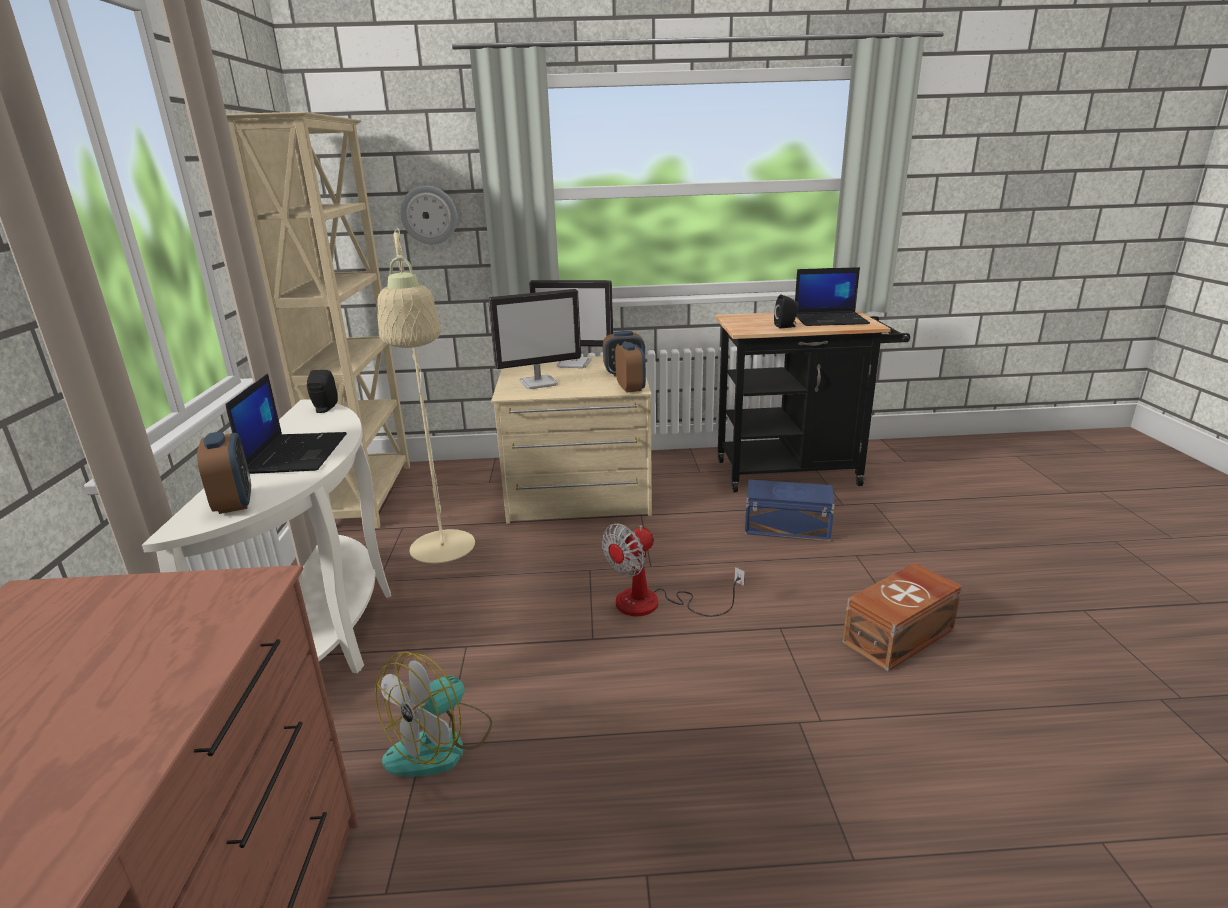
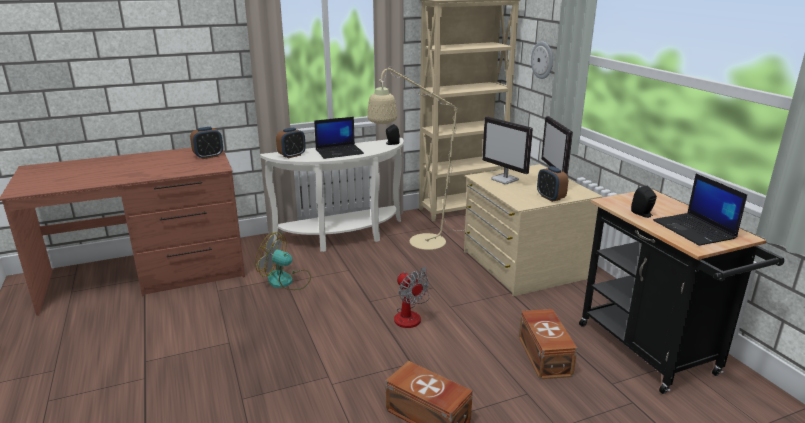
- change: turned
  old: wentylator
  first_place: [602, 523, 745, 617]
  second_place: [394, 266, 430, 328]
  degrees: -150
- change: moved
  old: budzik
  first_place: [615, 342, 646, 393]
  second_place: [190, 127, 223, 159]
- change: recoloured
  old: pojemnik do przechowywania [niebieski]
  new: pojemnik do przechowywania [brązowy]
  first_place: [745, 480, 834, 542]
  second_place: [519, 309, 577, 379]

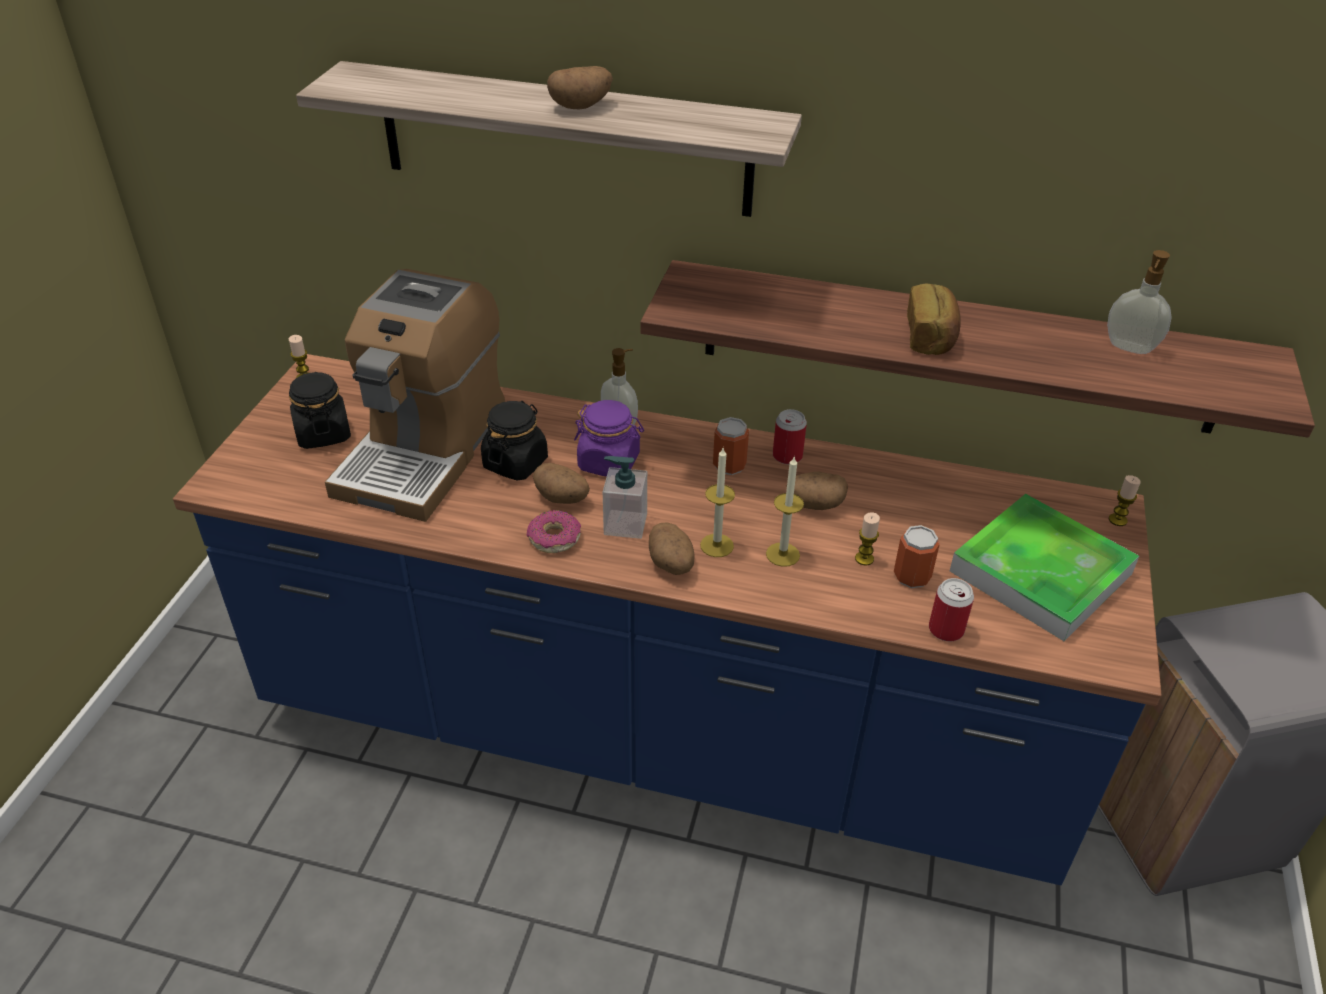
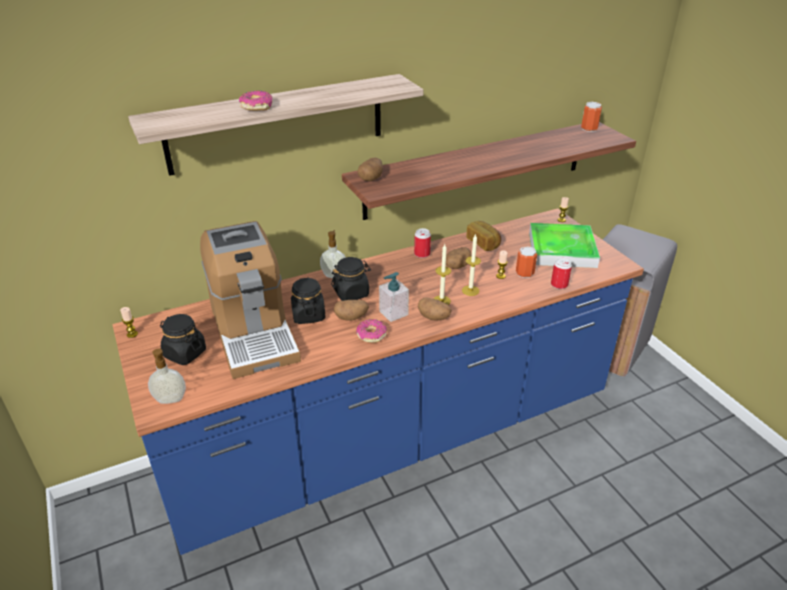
- change: moved
  old: ziemniak
  first_place: [547, 66, 613, 109]
  second_place: [357, 157, 383, 181]
- change: recoloured
  old: słoik [fioletowy]
  new: słoik [czarny]
  first_place: [574, 400, 644, 477]
  second_place: [331, 257, 371, 301]
- change: moved
  old: puszka
  first_place: [713, 417, 749, 475]
  second_place: [581, 102, 602, 132]
- change: moved
  old: chleb
  first_place: [907, 283, 961, 355]
  second_place: [466, 221, 501, 251]
- change: moved
  old: dozownik mydła
  first_place: [1107, 250, 1171, 354]
  second_place: [148, 349, 186, 404]
- change: added
  new: donut
  second_place: [239, 91, 273, 111]

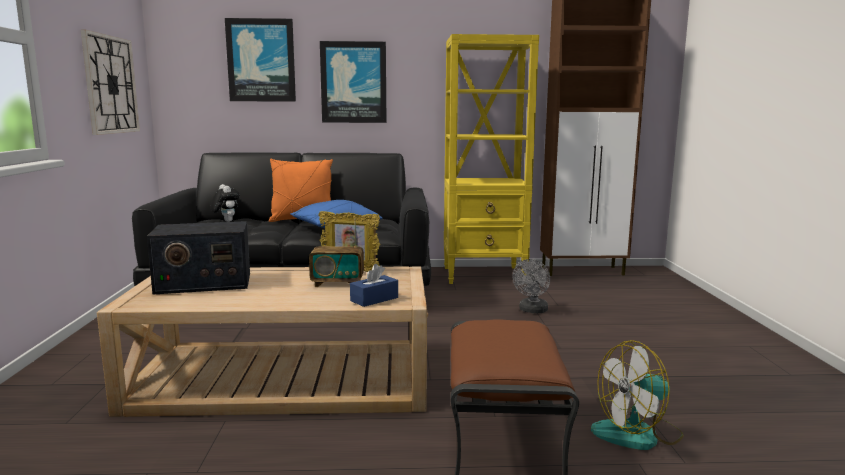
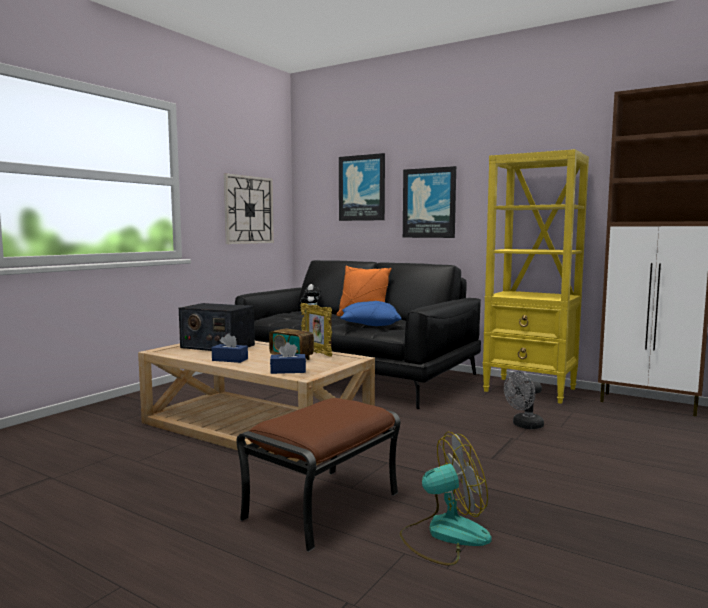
- change: turned
  old: wentylator
  first_place: [591, 340, 684, 450]
  second_place: [400, 432, 492, 566]
  degrees: 150
- change: added
  new: pudełko chusteczek [niebieski]
  second_place: [212, 334, 248, 363]

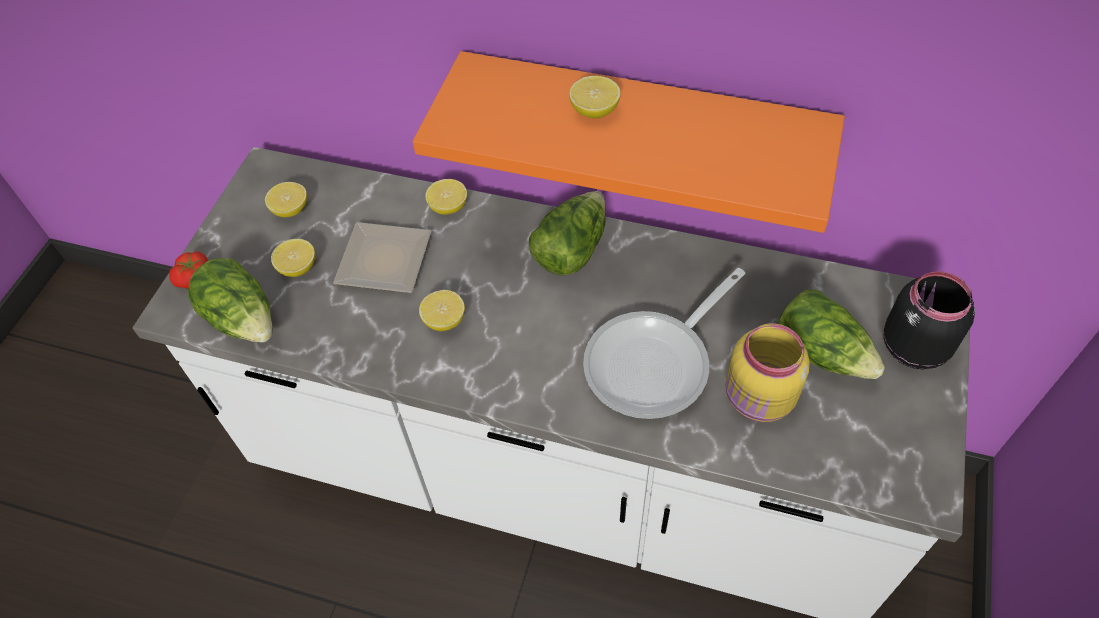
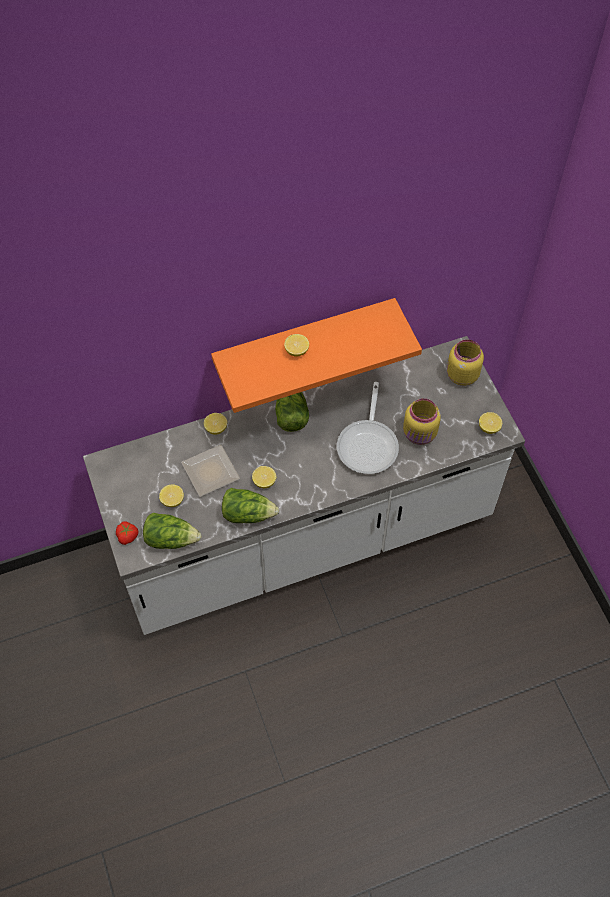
- change: moved
  old: cytryna
  first_place: [265, 182, 307, 217]
  second_place: [479, 412, 502, 434]
- change: moved
  old: sałata
  first_place: [778, 290, 885, 379]
  second_place: [222, 488, 279, 523]
- change: recoloured
  old: słoik [czarny]
  new: słoik [żółty]
  first_place: [883, 271, 975, 370]
  second_place: [447, 339, 484, 386]

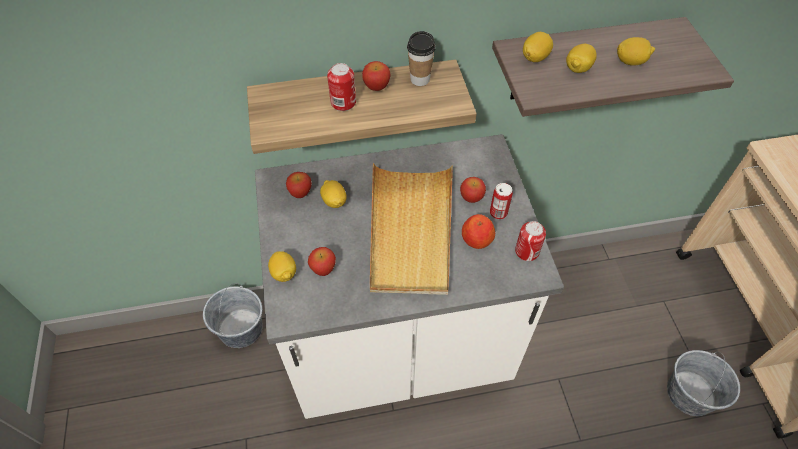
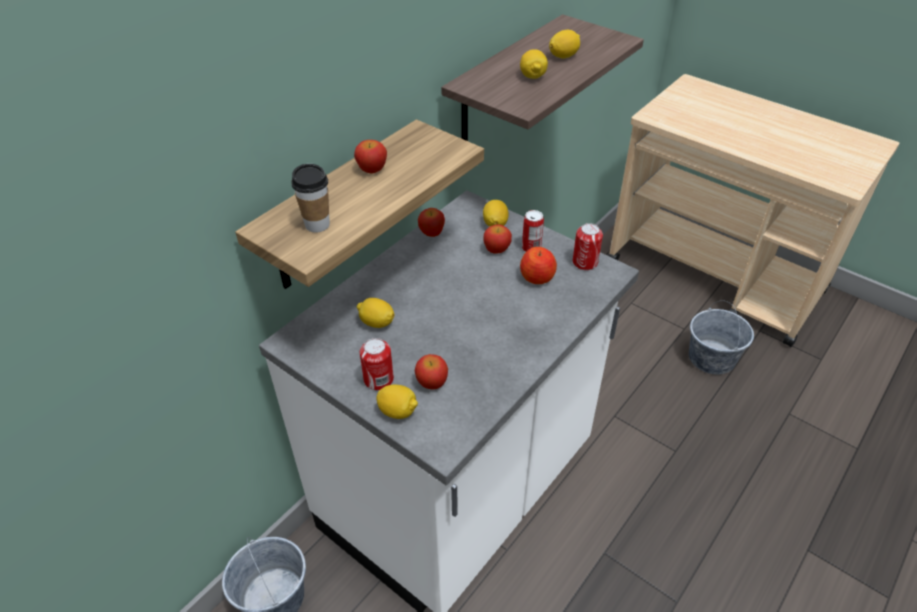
- change: moved
  old: jabłko
  first_place: [286, 172, 312, 198]
  second_place: [418, 208, 445, 237]
- change: moved
  old: puszka
  first_place: [327, 63, 356, 111]
  second_place: [360, 338, 394, 391]
- change: removed
  old: taca [beżowy]
  first_place: [370, 163, 453, 295]
- change: moved
  old: filiżanka
  first_place: [407, 31, 436, 86]
  second_place: [291, 164, 330, 233]
- change: moved
  old: cytryna
  first_place: [523, 32, 553, 62]
  second_place: [483, 200, 509, 227]

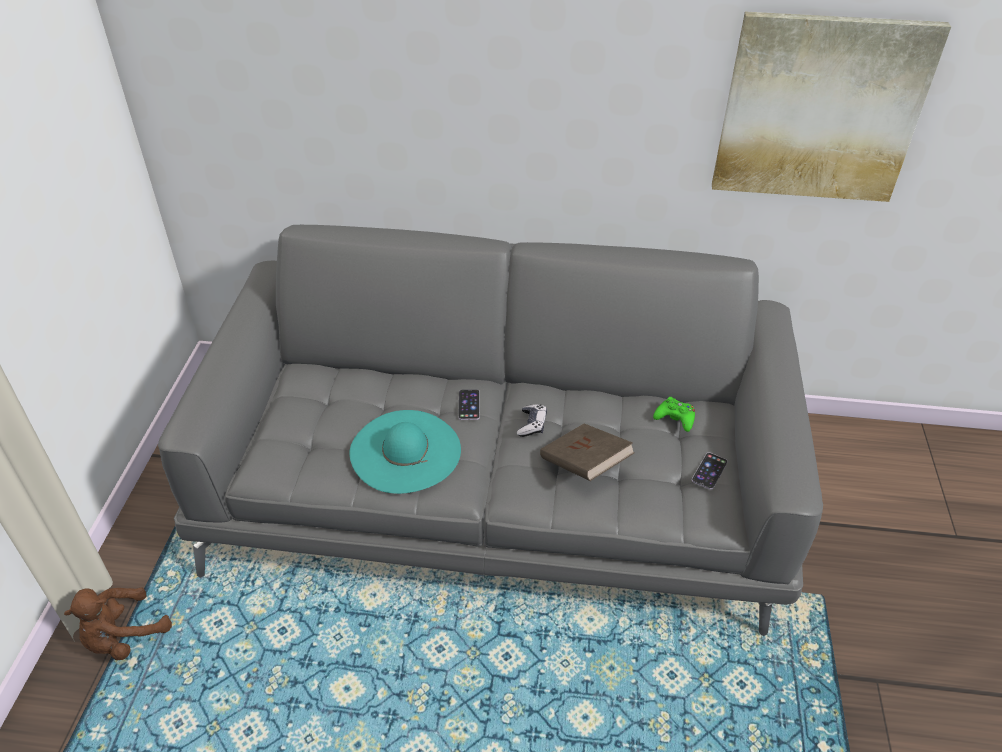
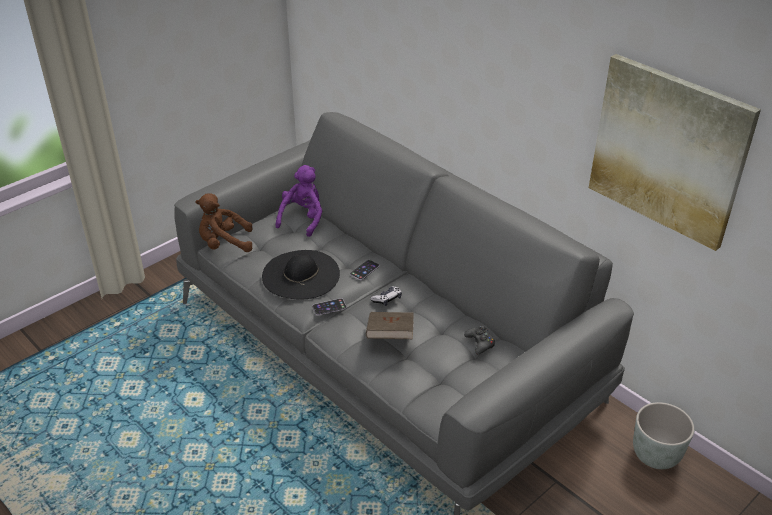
- change: moved
  old: pluszak [brązowy]
  first_place: [64, 587, 172, 660]
  second_place: [195, 193, 253, 252]
- change: recoloured
  old: kapelusz [turkusowy]
  new: kapelusz [czarny]
  first_place: [350, 410, 461, 494]
  second_place: [262, 250, 340, 299]
- change: recoloured
  old: pad do gier [zielony]
  new: pad do gier [czarny]
  first_place: [653, 397, 695, 432]
  second_place: [464, 325, 495, 354]
- change: moved
  old: telefon
  first_place: [692, 452, 728, 490]
  second_place: [312, 298, 347, 315]
- change: added
  new: pluszak [fioletowy]
  second_place: [275, 165, 322, 237]
- change: added
  new: donica [szary]
  second_place: [633, 402, 695, 469]

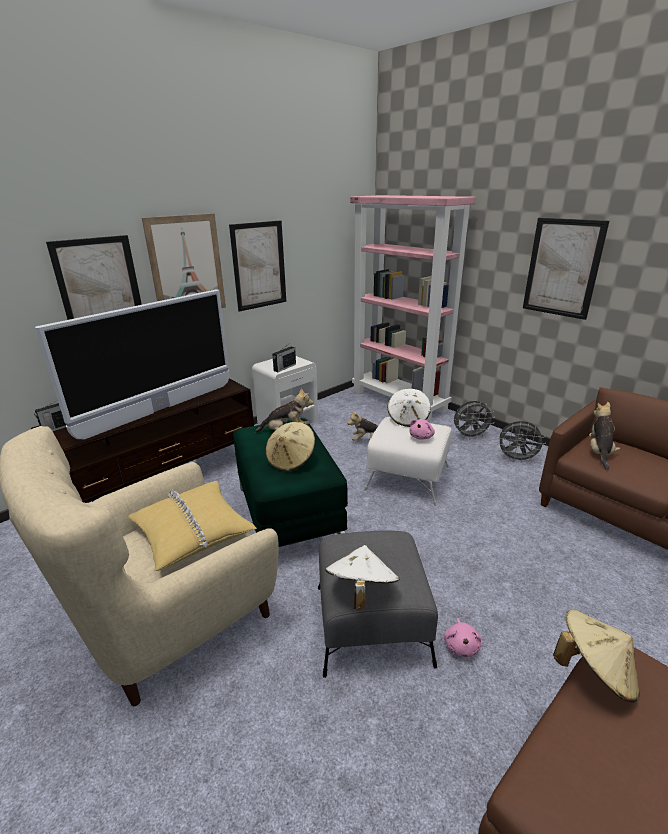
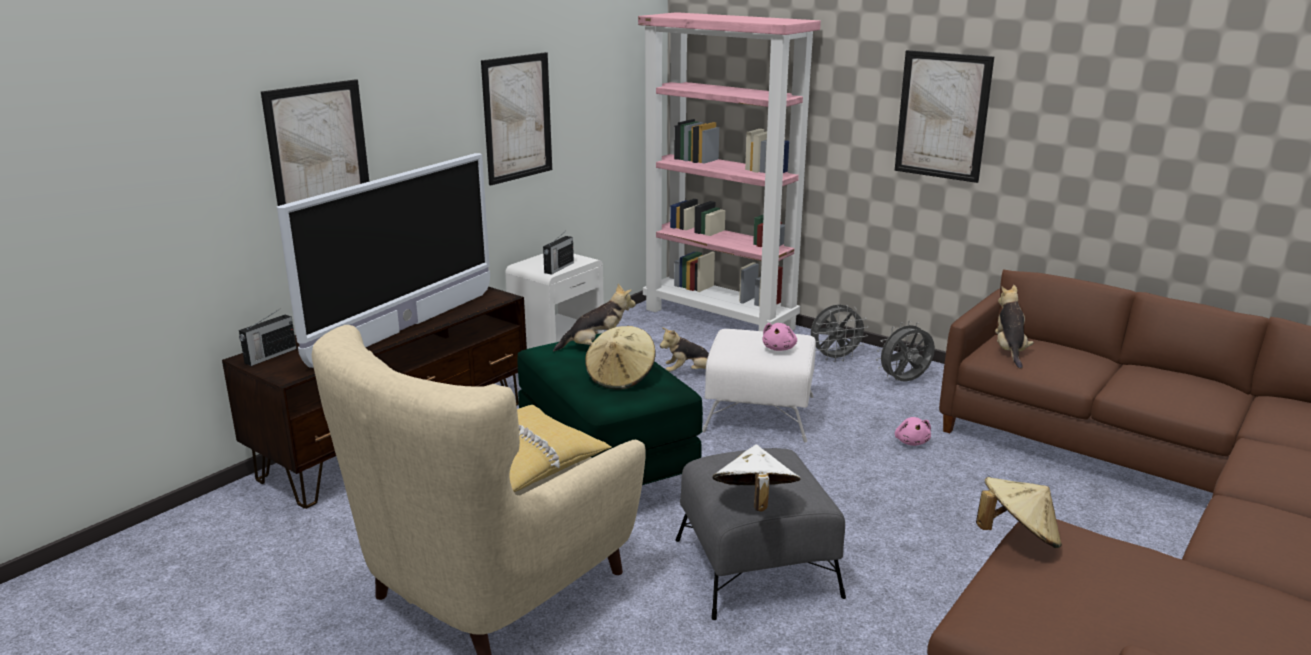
- change: removed
  old: obraz
  first_place: [142, 213, 226, 308]
- change: removed
  old: kapelusz [biały]
  first_place: [387, 388, 431, 427]
- change: moved
  old: pluszak [różowy]
  first_place: [444, 618, 481, 657]
  second_place: [895, 417, 931, 446]
- change: turned
  old: wentylator [szary]
  first_place: [498, 421, 546, 462]
  second_place: [876, 321, 935, 382]
  degrees: 150

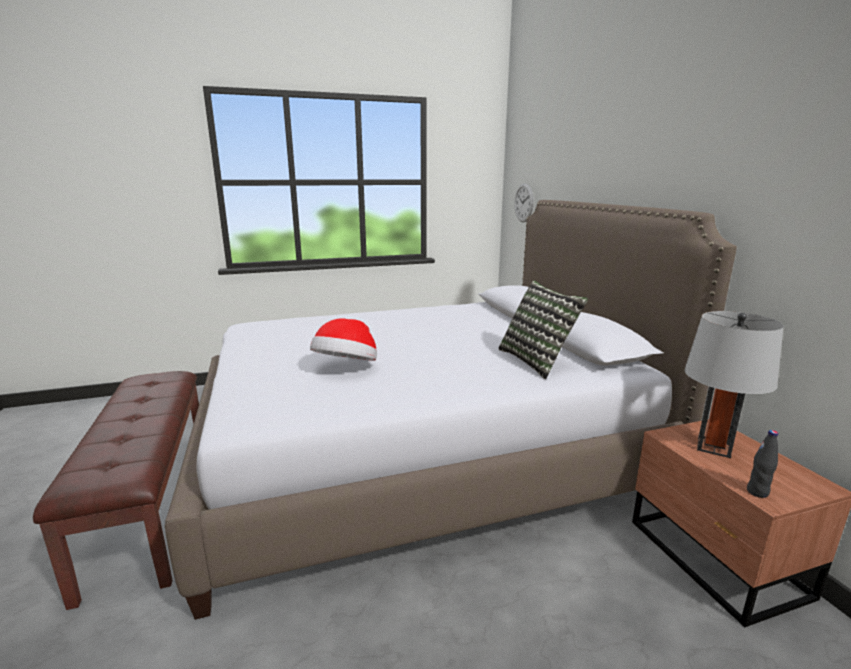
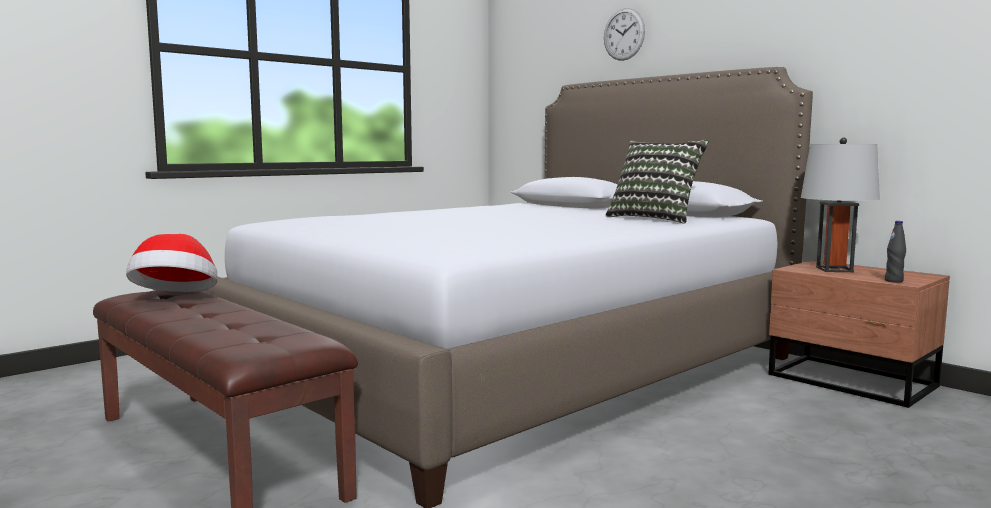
- change: moved
  old: kapelusz
  first_place: [310, 318, 377, 361]
  second_place: [126, 234, 218, 292]
- change: moved
  old: zegar ścienny
  first_place: [514, 183, 534, 222]
  second_place: [604, 8, 645, 61]

